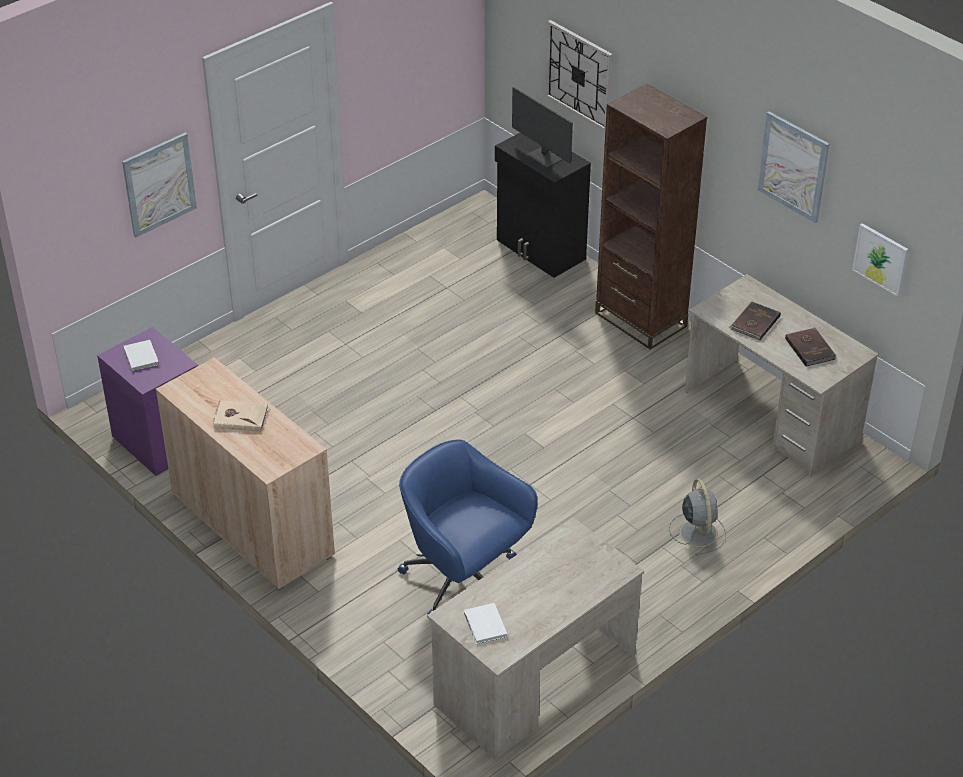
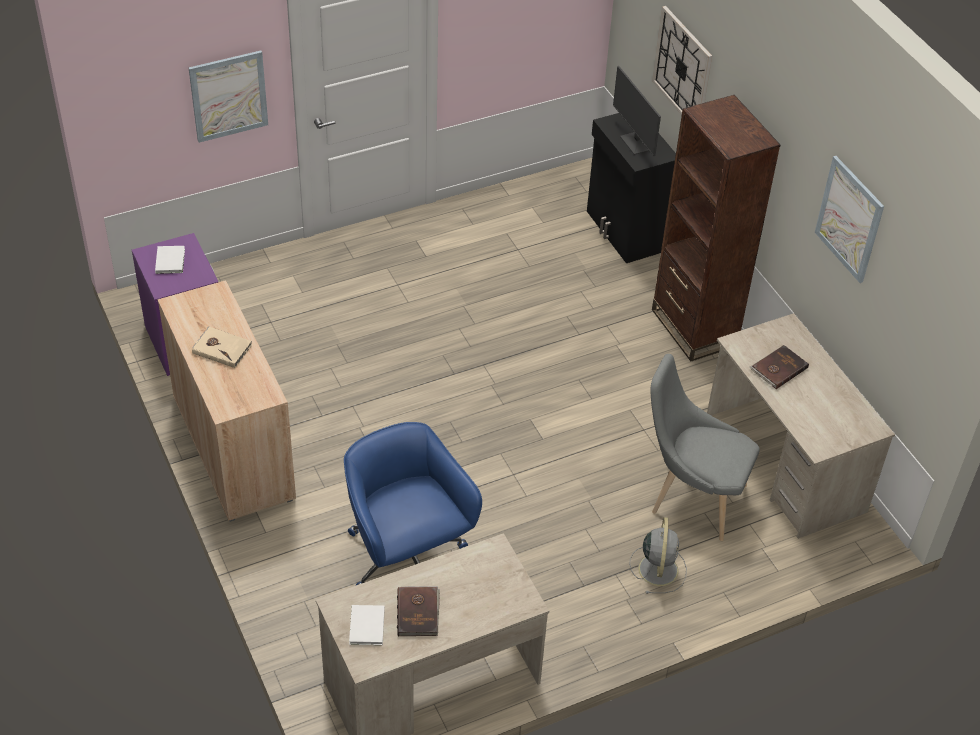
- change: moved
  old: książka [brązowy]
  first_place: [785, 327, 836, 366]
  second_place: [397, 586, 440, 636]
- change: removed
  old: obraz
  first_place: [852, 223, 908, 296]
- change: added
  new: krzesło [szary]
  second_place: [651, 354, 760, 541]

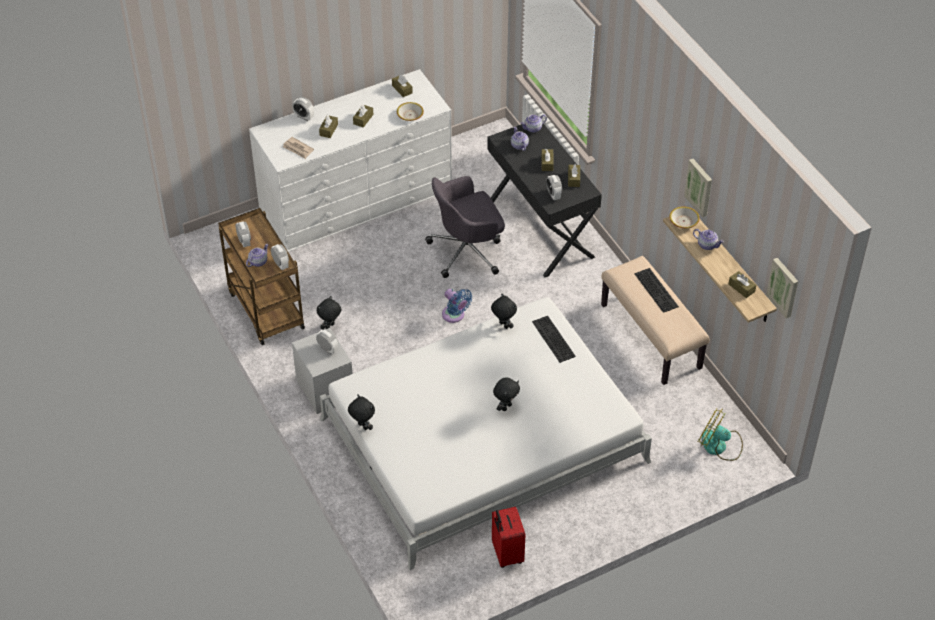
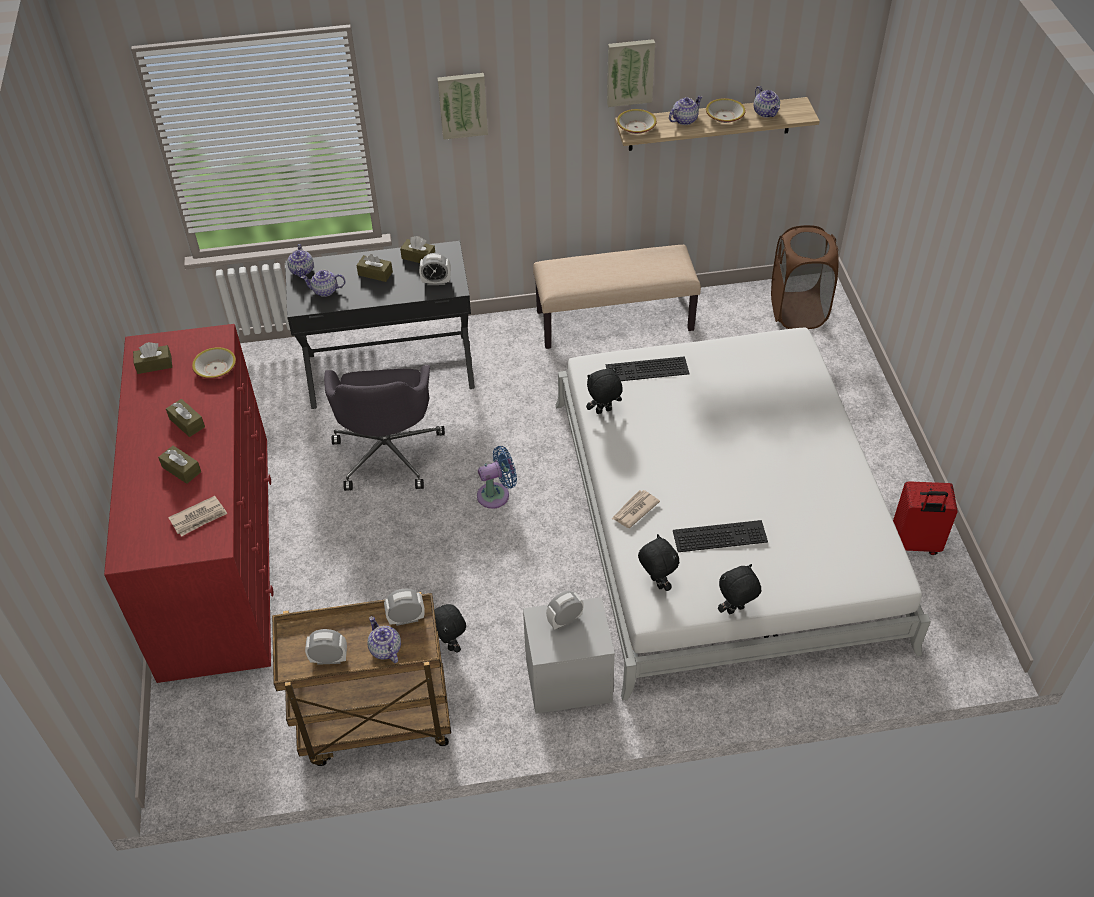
- change: recoloured
  old: komoda [biały]
  new: komoda [czerwony]
  first_place: [249, 69, 452, 252]
  second_place: [104, 324, 273, 683]
- change: removed
  old: budzik
  first_place: [293, 97, 314, 121]
- change: moved
  old: pluszak [czarny]
  first_place: [493, 377, 520, 411]
  second_place: [638, 534, 679, 591]
- change: moved
  old: klawiatura
  first_place: [635, 268, 679, 313]
  second_place: [673, 520, 768, 552]
- change: replaced
  old: wentylator
  new: kosz na pranie [brązowy]
  first_place: [698, 408, 743, 461]
  second_place: [771, 225, 839, 329]
- change: replaced
  old: pudełko chusteczek [brązowy]
  new: imbryk
  first_place: [729, 271, 756, 298]
  second_place: [754, 86, 780, 118]
- change: moved
  old: obraz
  first_place: [766, 258, 798, 319]
  second_place: [437, 73, 488, 140]
- change: added
  new: gazeta
  second_place: [612, 490, 660, 528]
- change: added
  new: miska
  second_place: [706, 98, 746, 123]

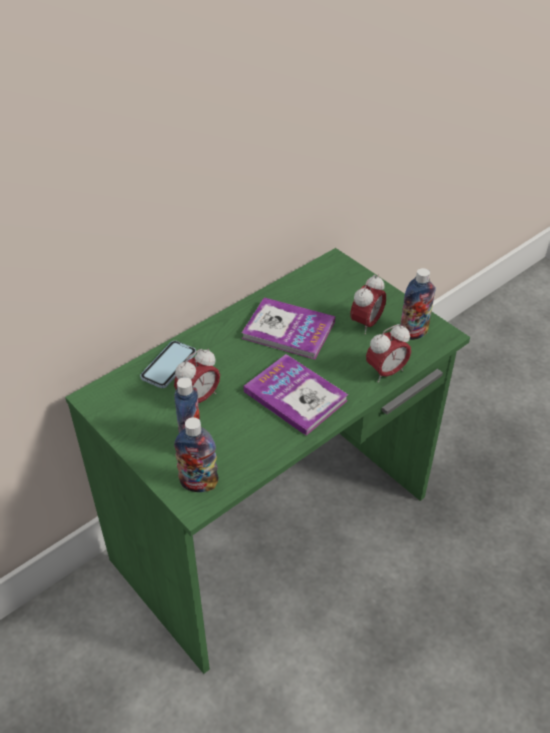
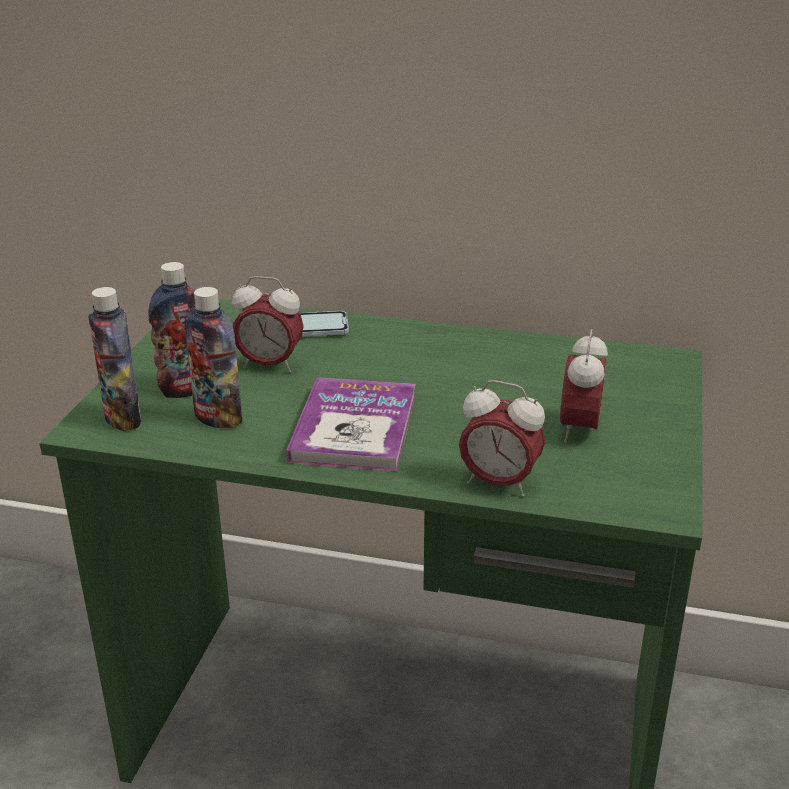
- change: removed
  old: książka
  first_place: [242, 297, 335, 359]
- change: turned
  old: budzik
  first_place: [350, 275, 386, 334]
  second_place: [560, 329, 608, 443]
  degrees: 105
- change: moved
  old: butelka
  first_place: [400, 268, 436, 340]
  second_place: [184, 287, 242, 429]

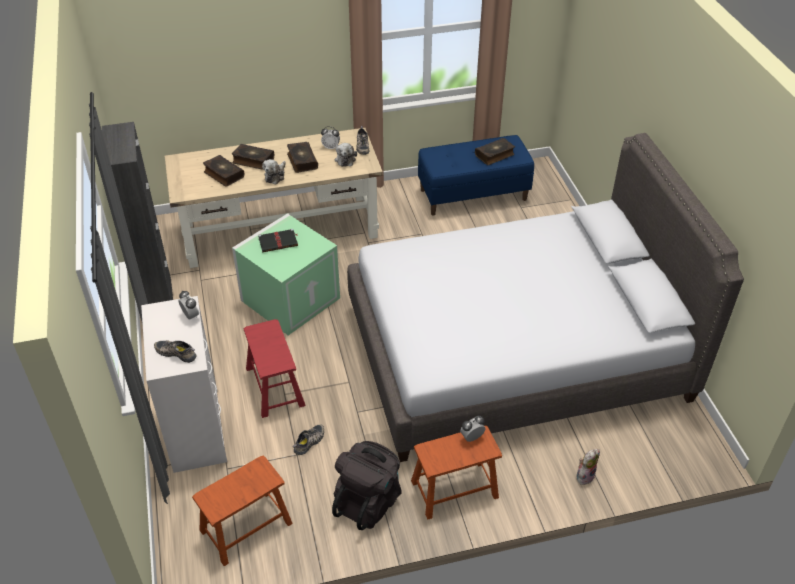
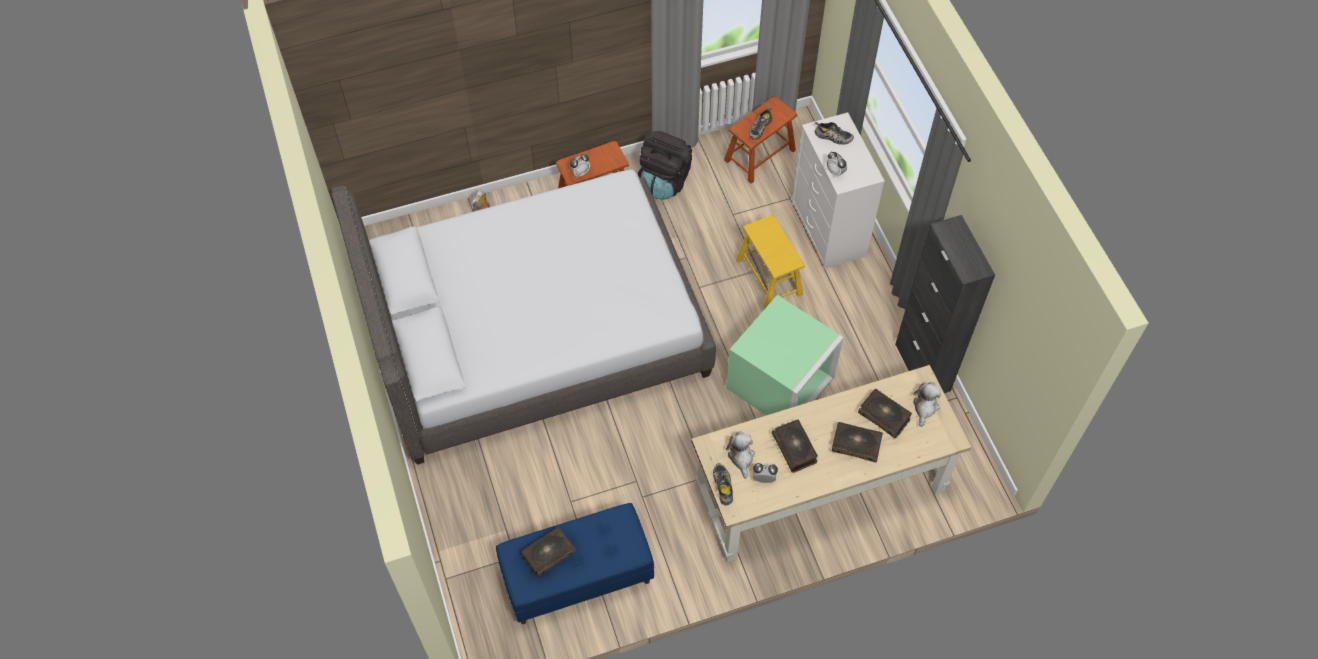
- change: recoloured
  old: stołek [czerwony]
  new: stołek [żółty]
  first_place: [244, 319, 306, 418]
  second_place: [736, 215, 805, 308]
- change: removed
  old: książka [czarny]
  first_place: [258, 229, 298, 252]
- change: moved
  old: pluszak
  first_place: [262, 159, 286, 184]
  second_place: [913, 382, 941, 427]
- change: moved
  old: but
  first_place: [293, 424, 324, 455]
  second_place: [749, 107, 772, 140]

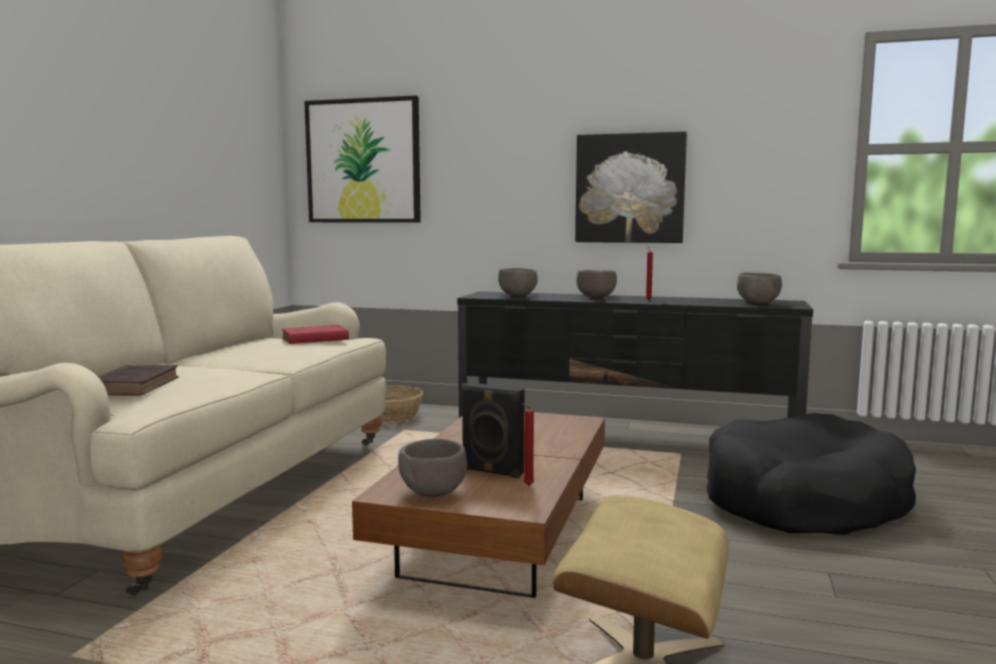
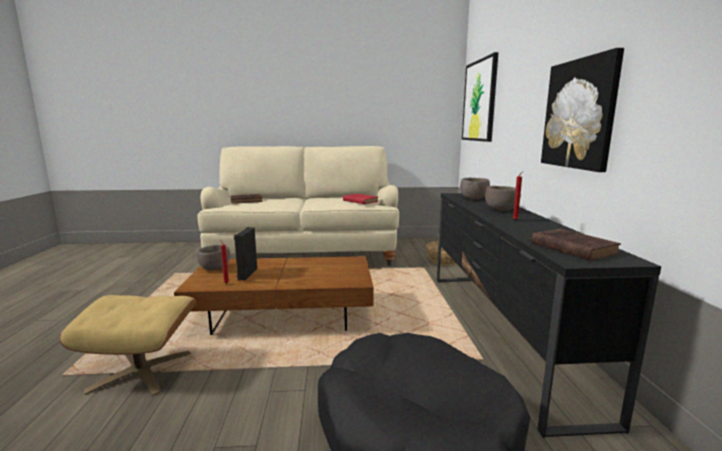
- change: replaced
  old: miska [brązowy]
  new: książka [brązowy]
  first_place: [737, 273, 782, 304]
  second_place: [531, 229, 621, 261]

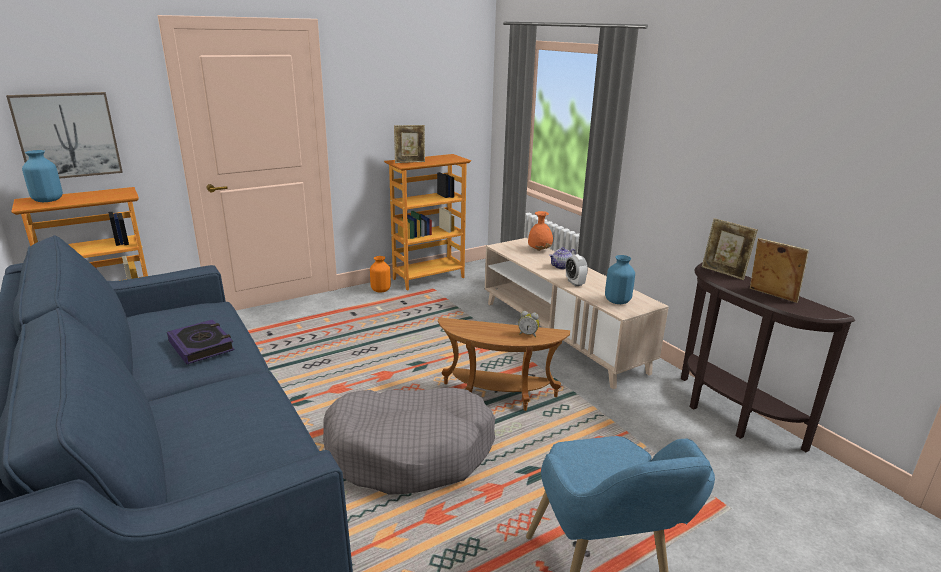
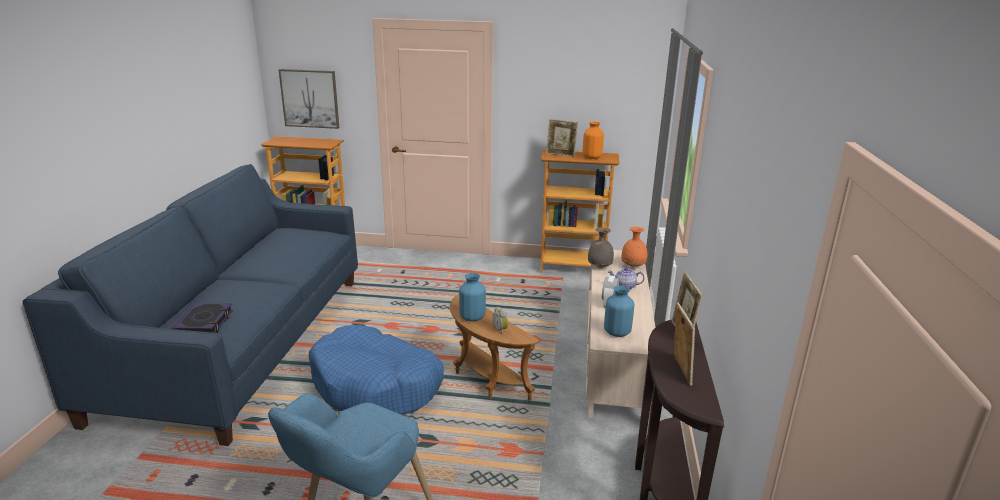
- change: moved
  old: wazon [niebieski]
  first_place: [22, 150, 63, 202]
  second_place: [459, 273, 486, 322]
- change: moved
  old: książka
  first_place: [167, 319, 235, 365]
  second_place: [171, 303, 233, 333]
- change: recoloured
  old: legowisko [szary]
  new: legowisko [niebieski]
  first_place: [323, 387, 495, 495]
  second_place: [309, 325, 444, 415]
- change: moved
  old: wazon [pomarańczowy]
  first_place: [370, 256, 391, 292]
  second_place: [582, 122, 604, 159]
- change: added
  new: wazon [szary]
  second_place: [588, 227, 614, 268]

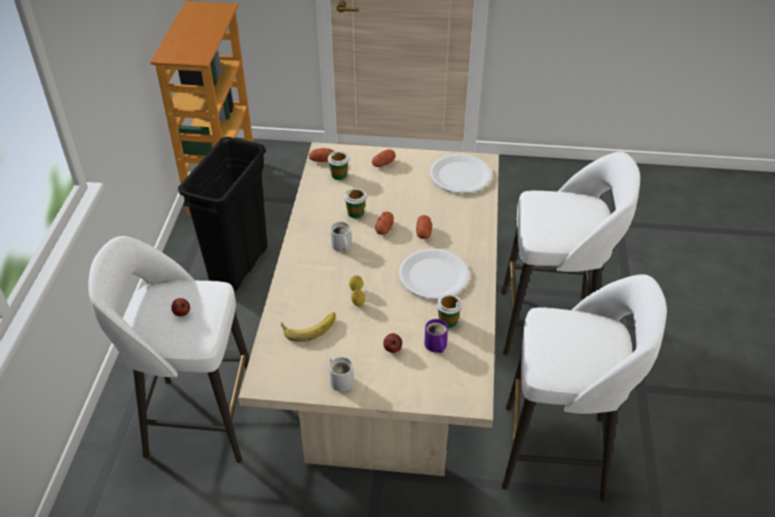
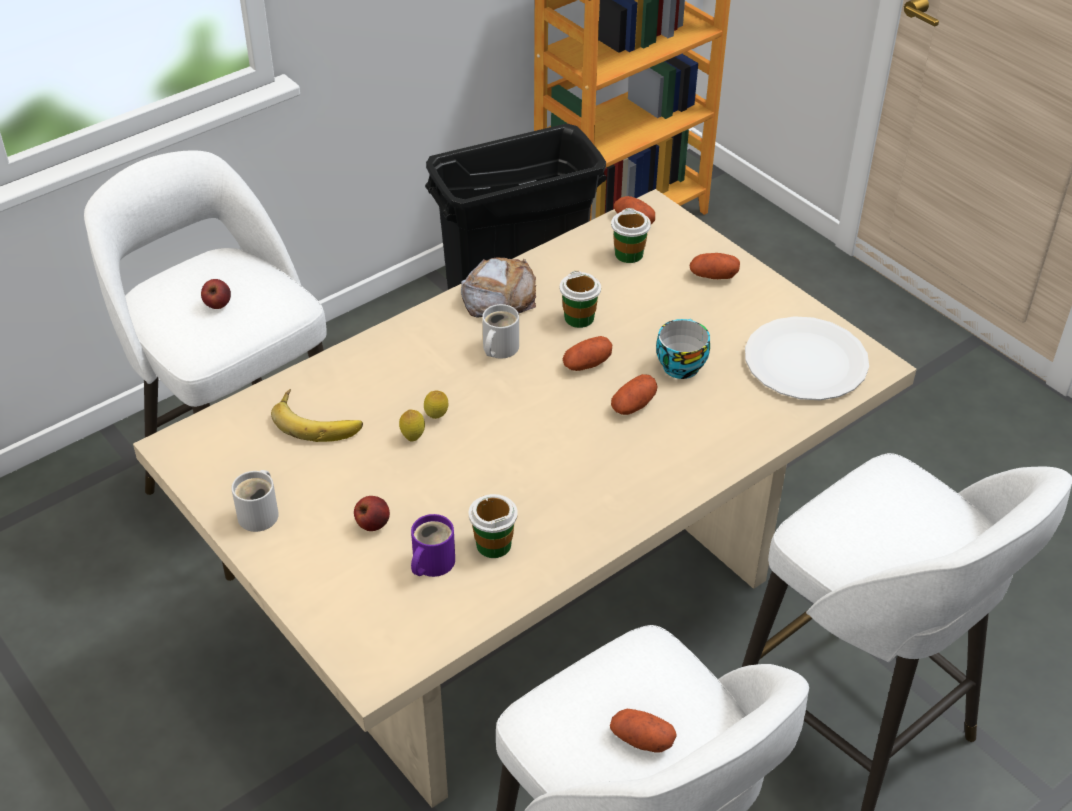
- change: removed
  old: talerz [biały]
  first_place: [399, 249, 469, 299]
- change: added
  new: chleb
  second_place: [461, 258, 536, 318]
- change: added
  new: ziemniak
  second_place: [610, 709, 677, 752]
- change: added
  new: filiżanka
  second_place: [656, 319, 710, 379]

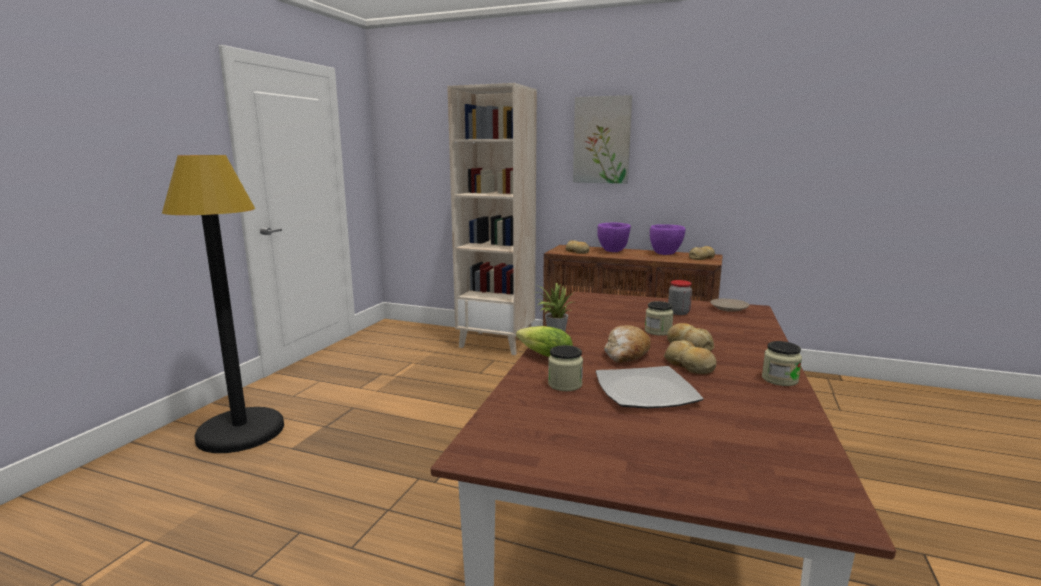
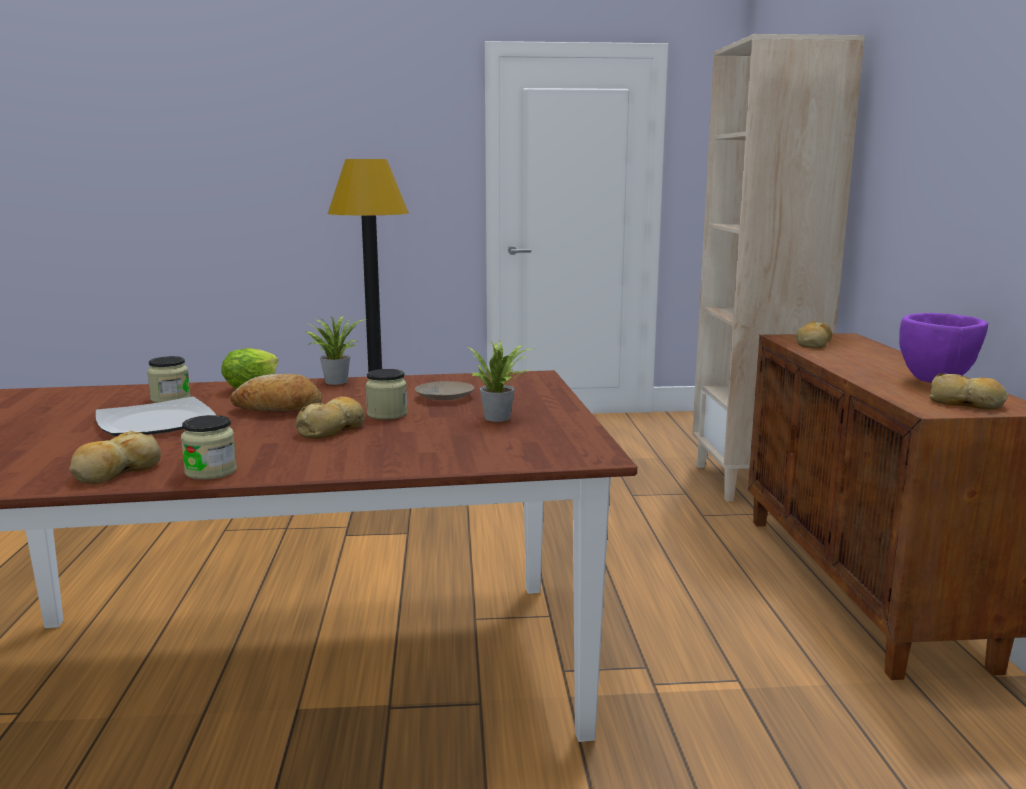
- change: removed
  old: obraz
  first_place: [573, 95, 632, 184]
- change: removed
  old: miska [fioletowy]
  first_place: [597, 222, 631, 252]
- change: moved
  old: chleb
  first_place: [664, 339, 716, 374]
  second_place: [69, 431, 161, 484]
- change: replaced
  old: słoik
  new: roślina doniczkowa
  first_place: [668, 280, 692, 315]
  second_place: [466, 340, 531, 422]
- change: moved
  old: talerz [beżowy]
  first_place: [710, 299, 749, 312]
  second_place: [415, 381, 474, 400]

